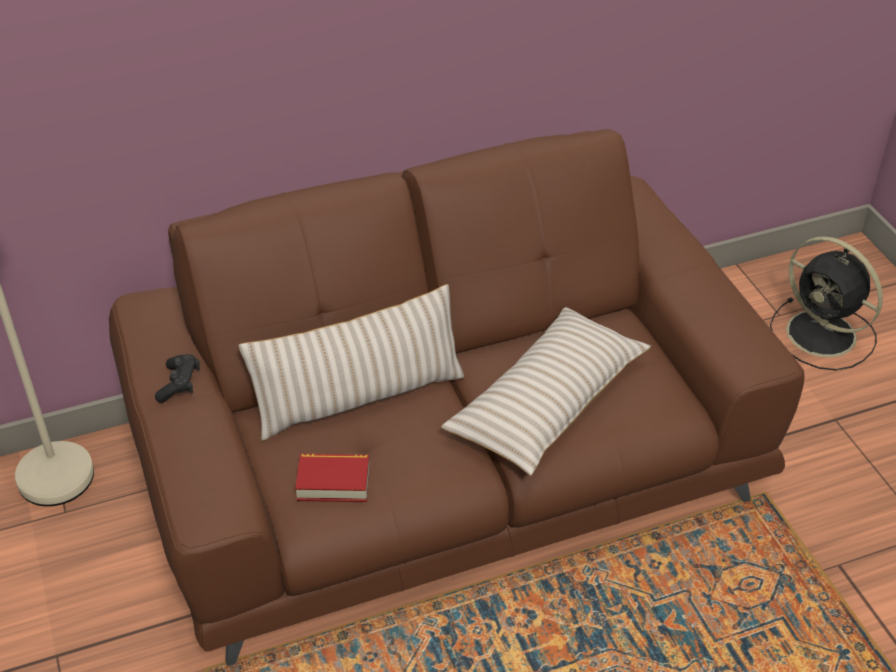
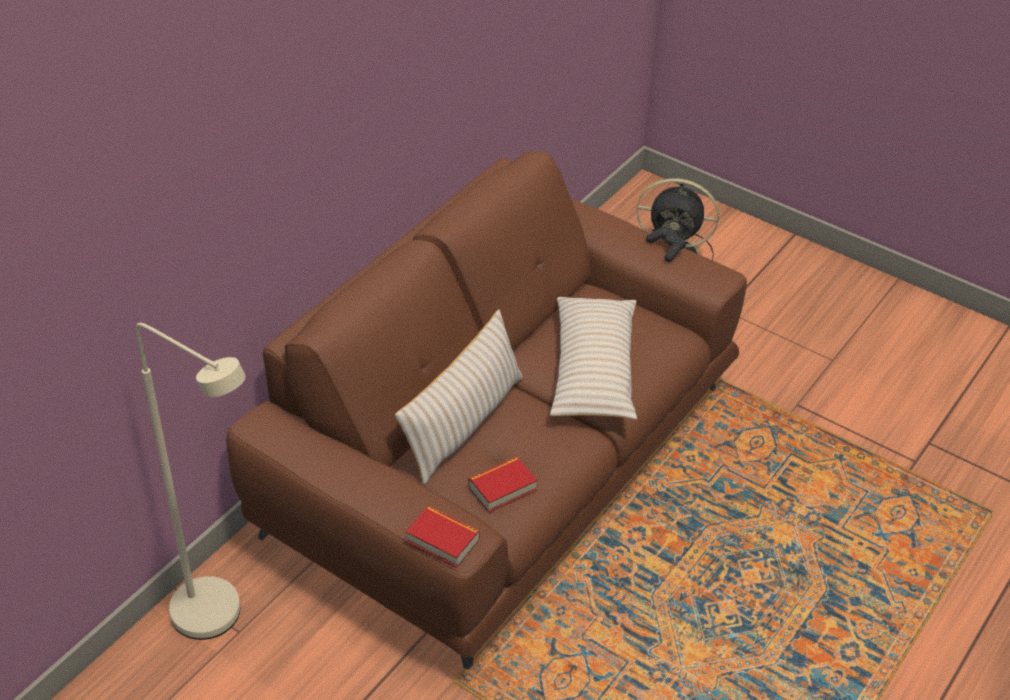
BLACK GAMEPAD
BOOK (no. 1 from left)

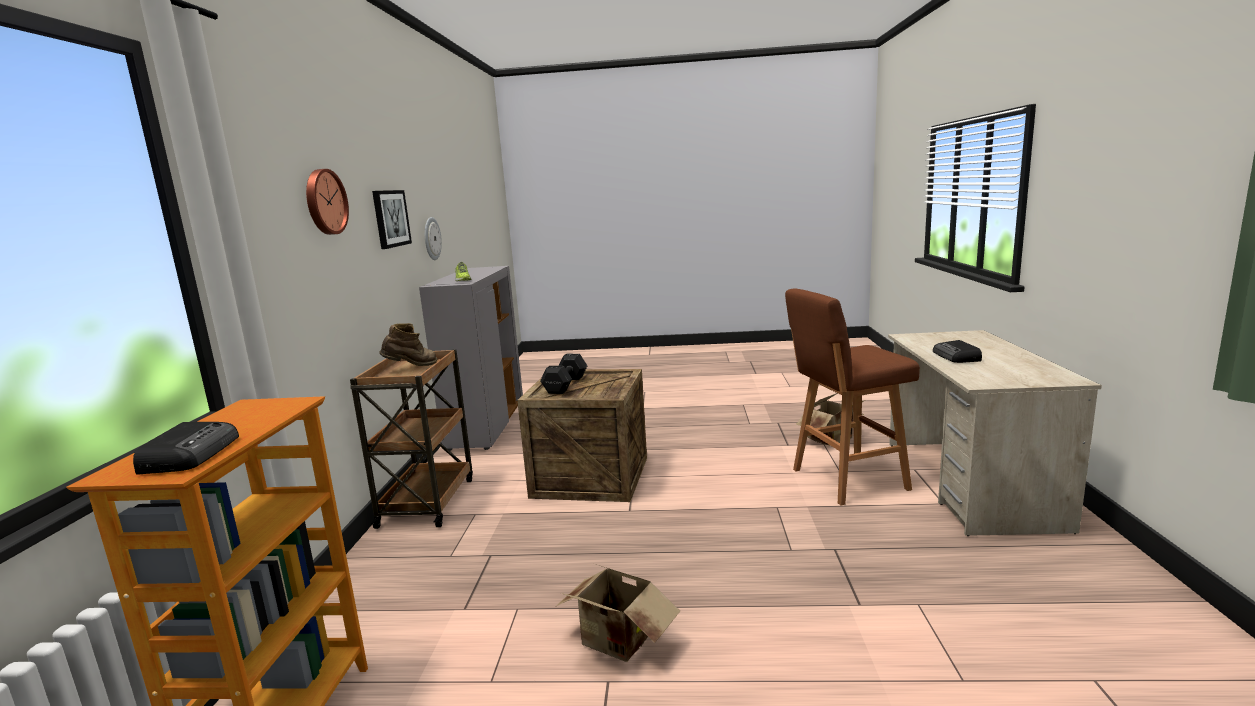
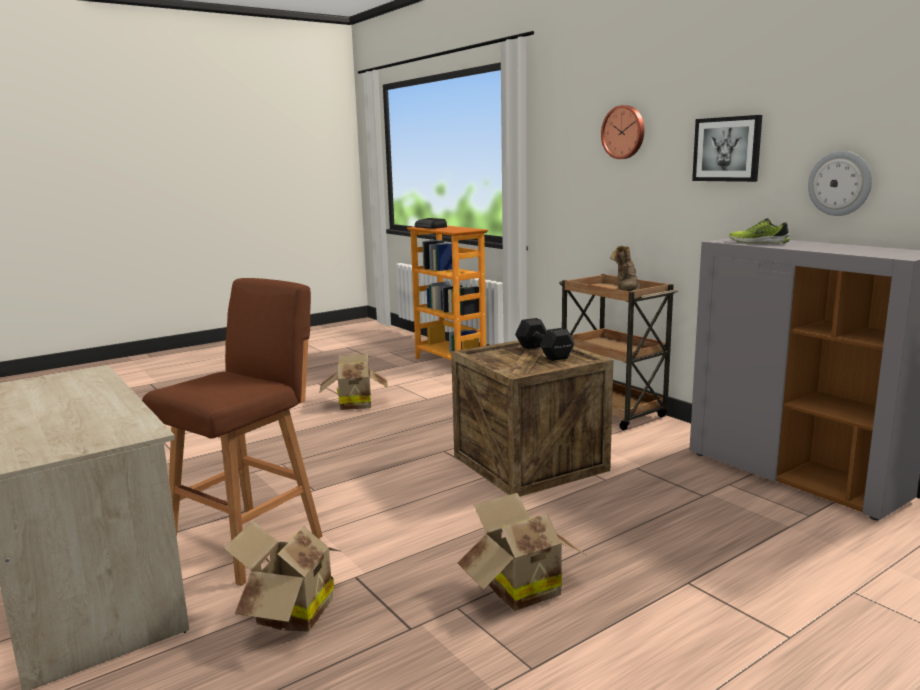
RADIO RECEIVER (no. 2 from left in the first image)
CARDBOARD BOX (no. 3 from left)

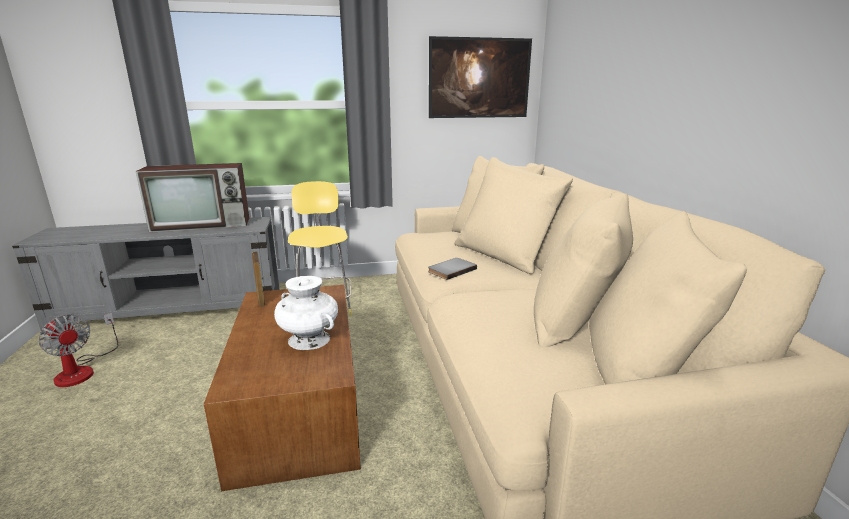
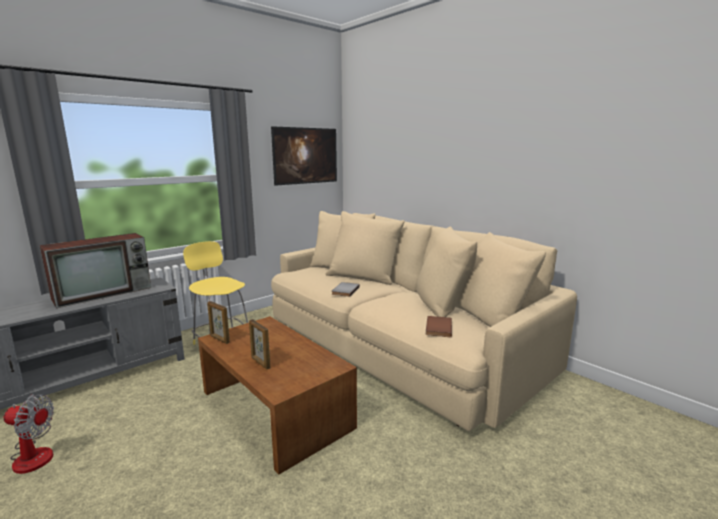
WHITE-COLOURED VASE
BROWN BOOK
PICTURE FRAME (no. 2 from left)

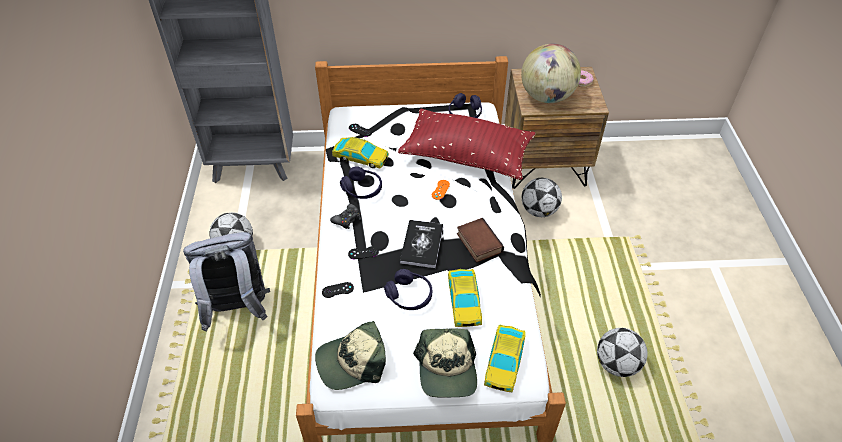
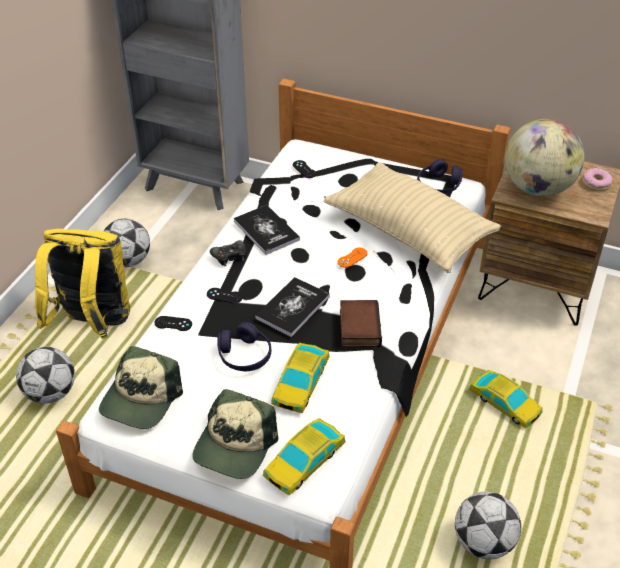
BEIGE-COLOURED THROW PILLOW
MINIATURE CAR (no. 3 from left)
BOOK (no. 1 from left)
BALL FOR FOOTBALL (no. 1 from left)
YELLOWISH RUCKSACK
PEAKED CAP (no. 1 from left)

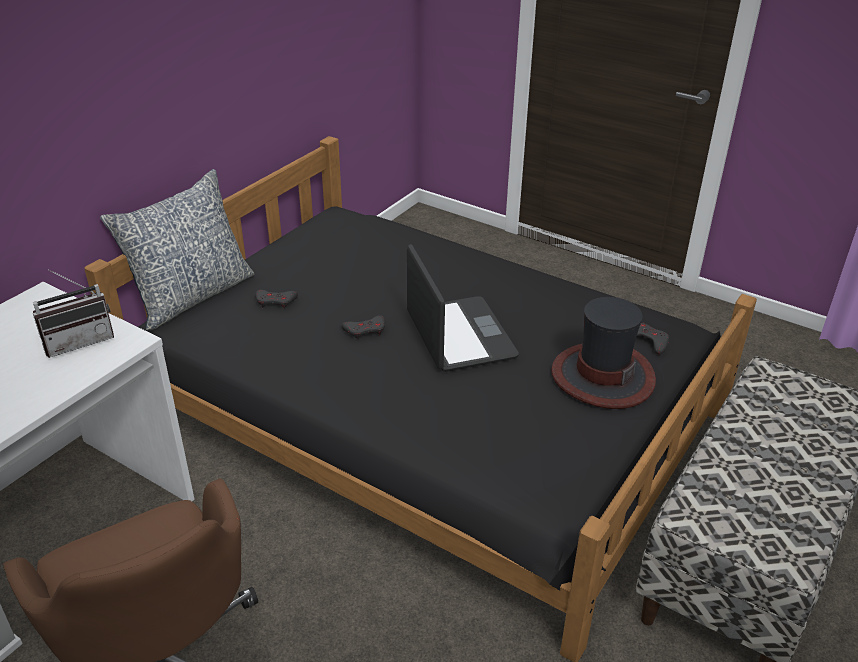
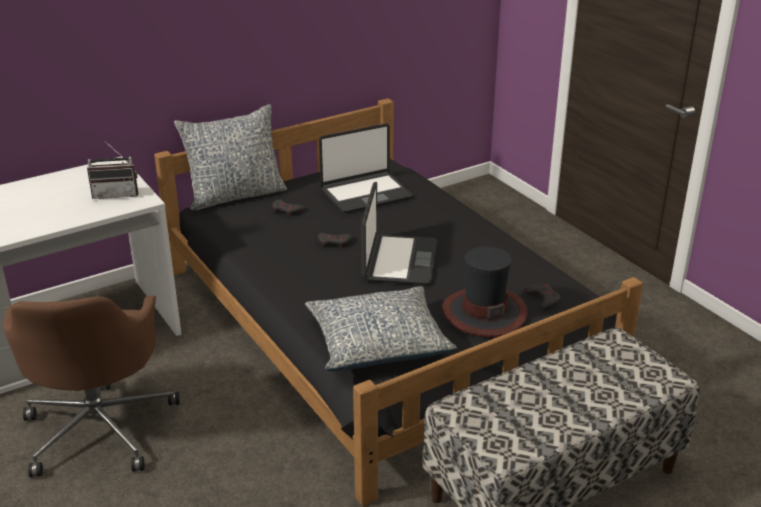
LAPTOP (no. 1 from left)
THROW PILLOW (no. 2 from left)

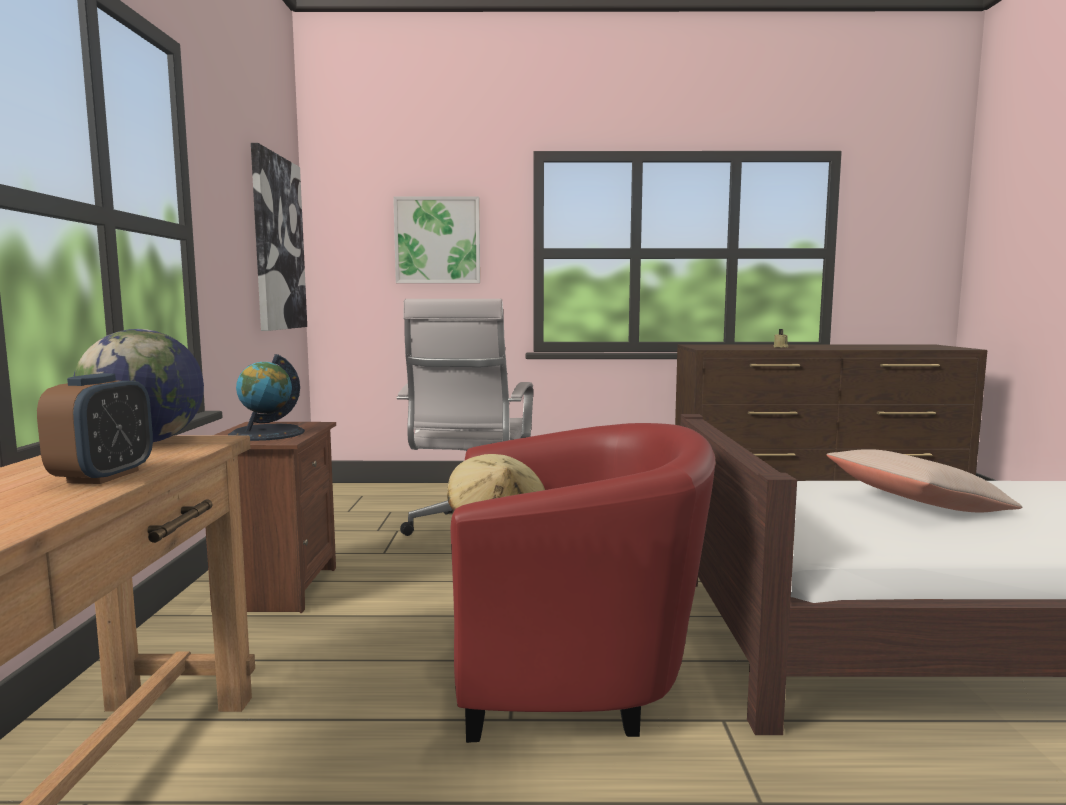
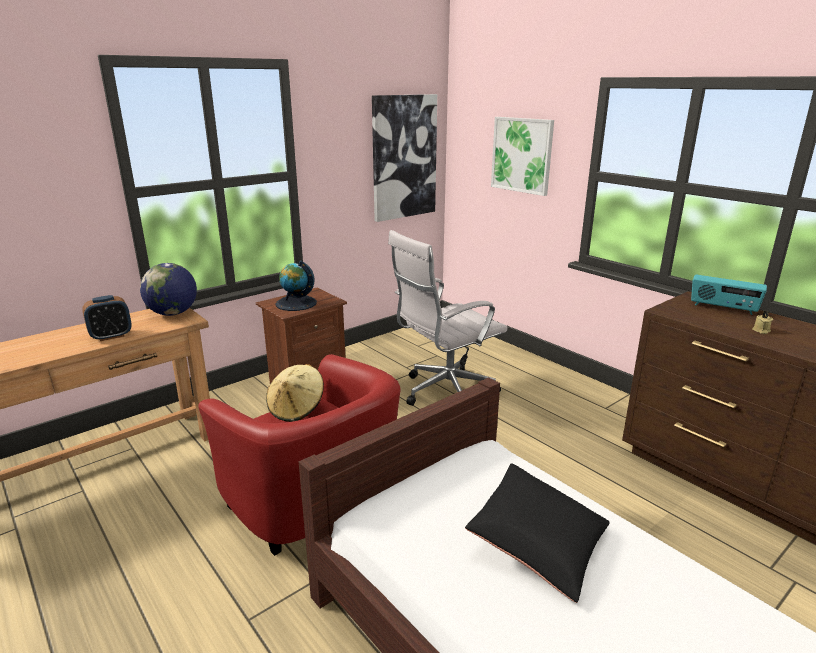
BLACK THROW PILLOW
RADIO RECEIVER

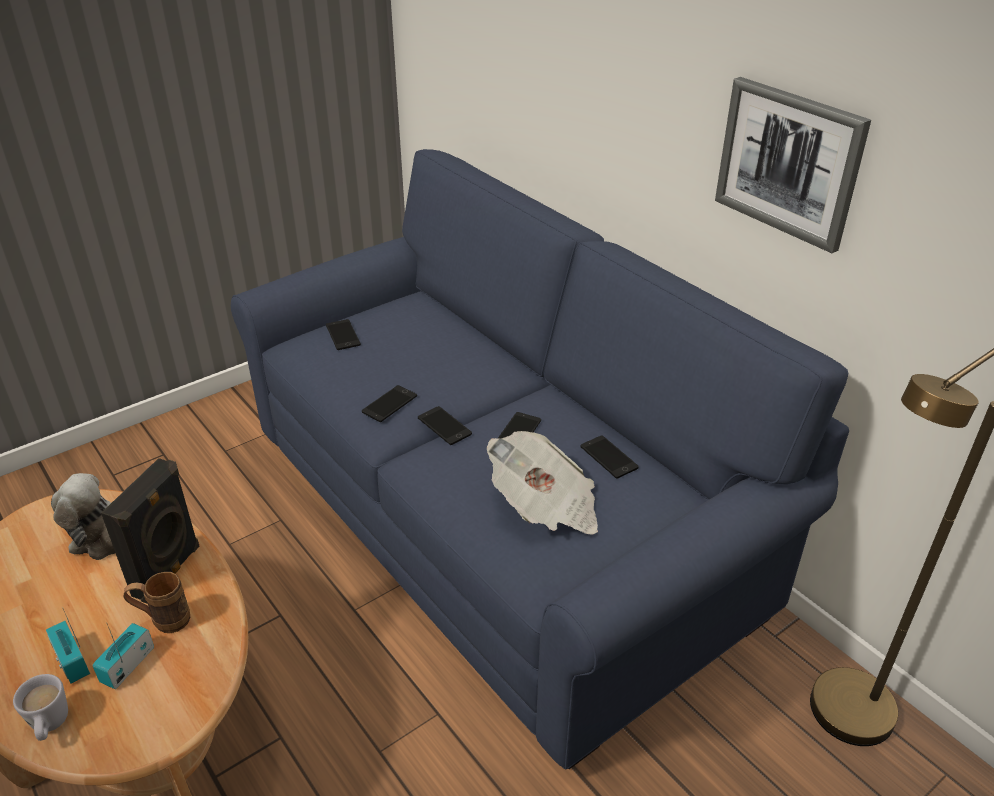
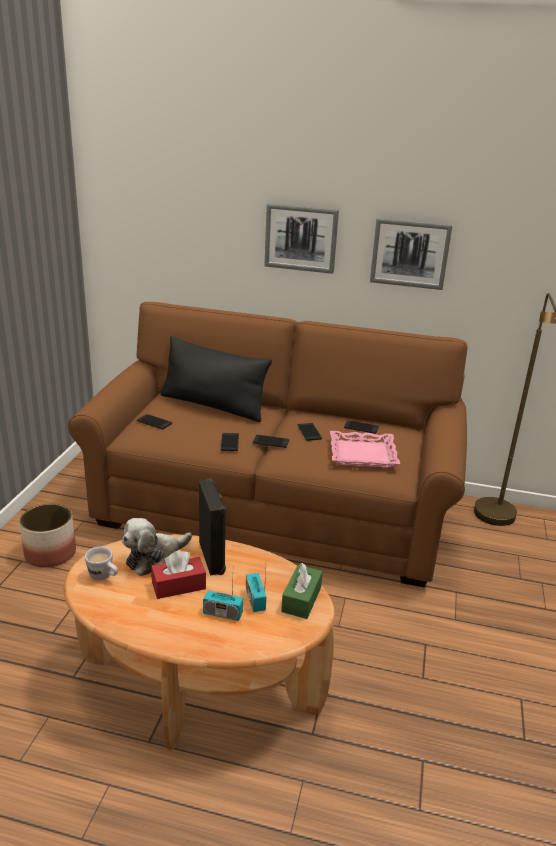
BROWN COUCH
PINK-COLOURED TRAY
BROWN TEA MUG
WHITE-COLOURED TEA MUG
PICTURE (no. 1 from left)
BLACK THROW PILLOW
PLANT POT
RED TISSUE BOX
GREEN TISSUE BOX

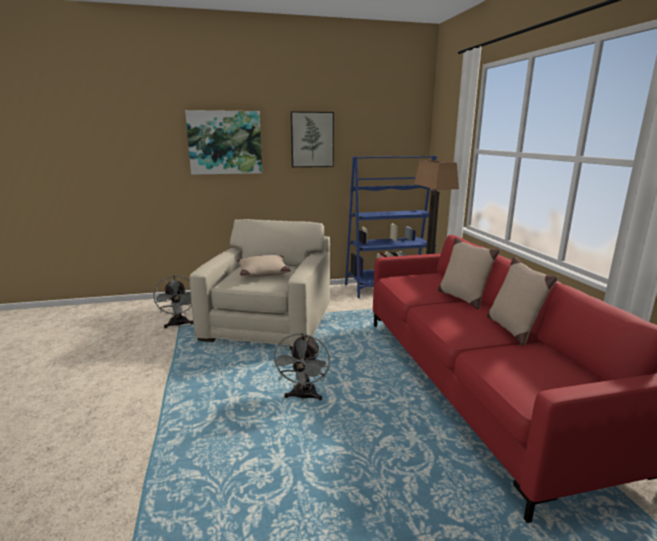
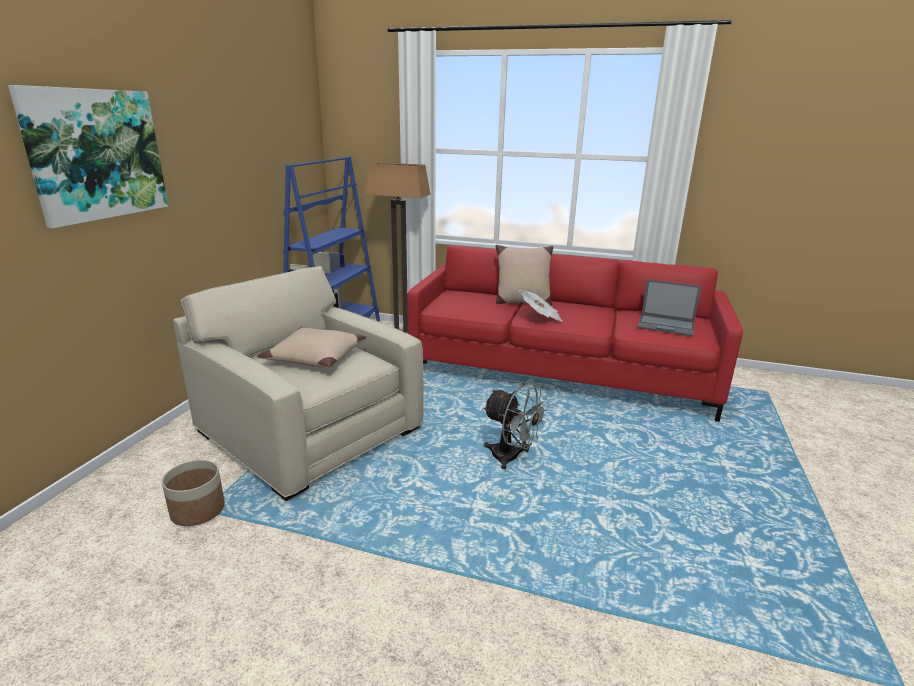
PICTURE (no. 2 from left in the first image)
BEIGE-COLOURED THROW PILLOW (no. 3 from left in the first image)
PLANT POT
LAPTOP
DAILY PAPER

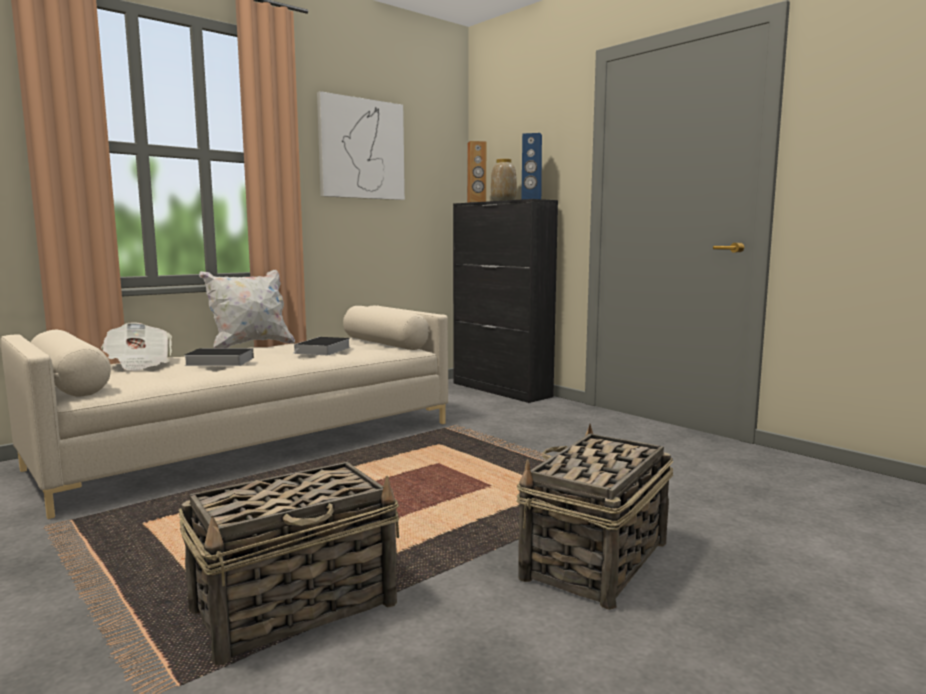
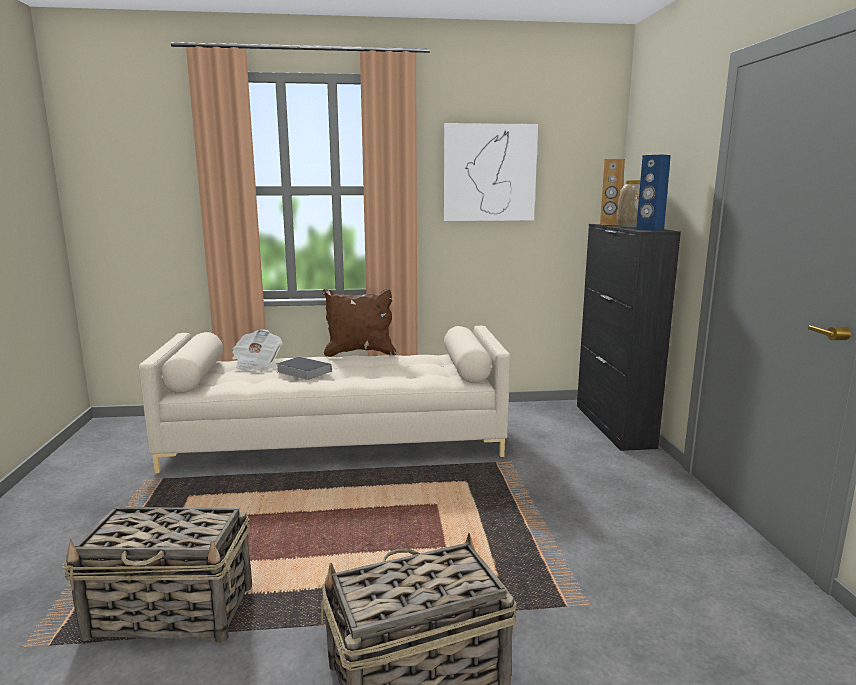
BROWN THROW PILLOW
BOOK (no. 2 from left in the first image)

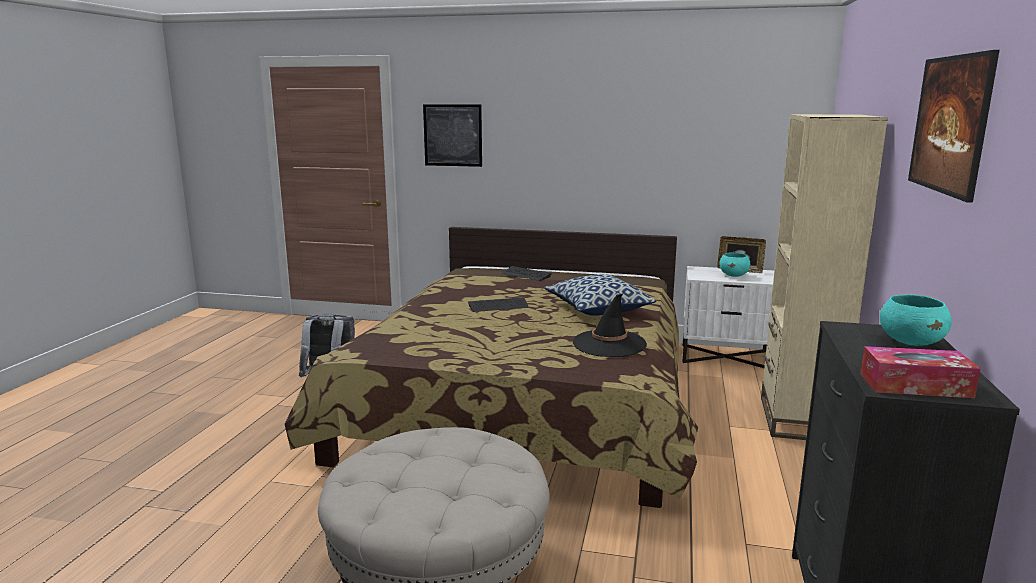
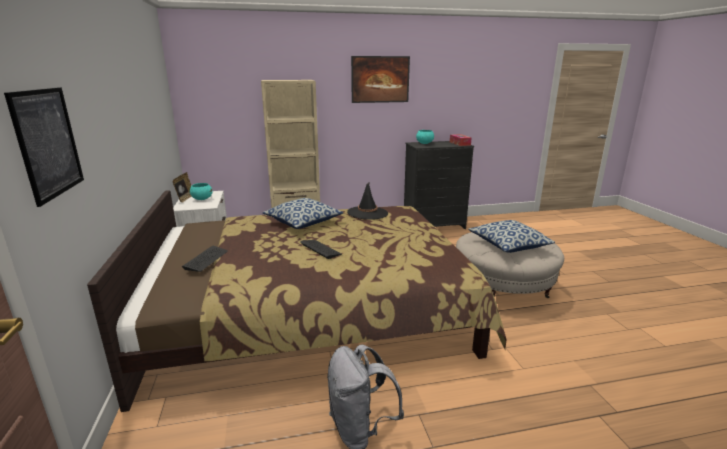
THROW PILLOW (no. 2 from left)

